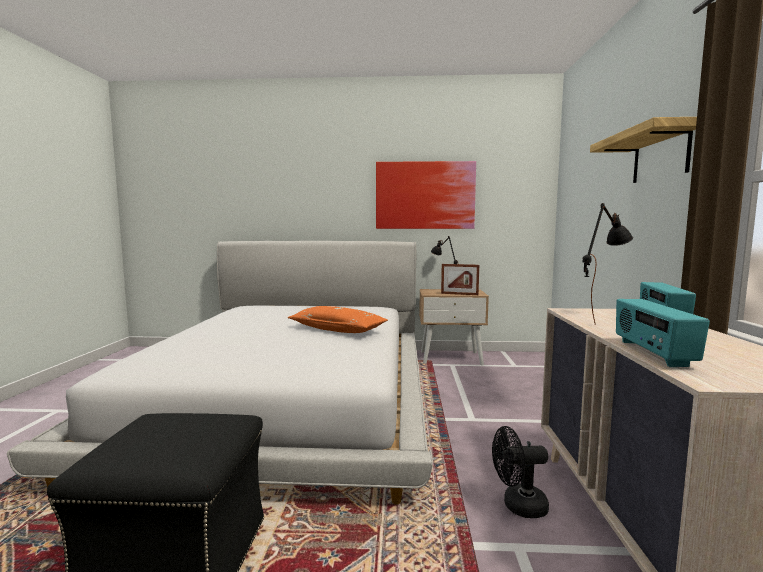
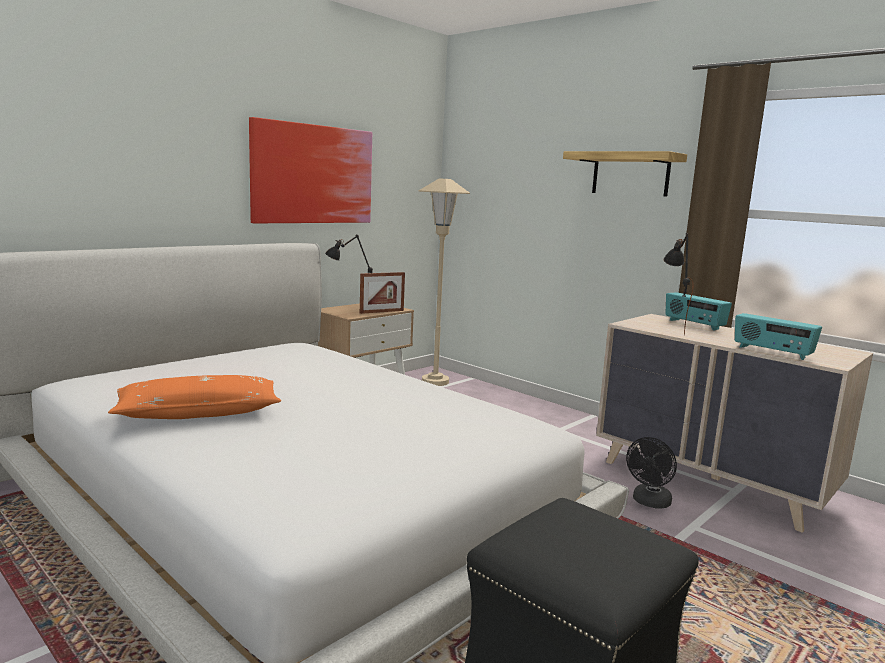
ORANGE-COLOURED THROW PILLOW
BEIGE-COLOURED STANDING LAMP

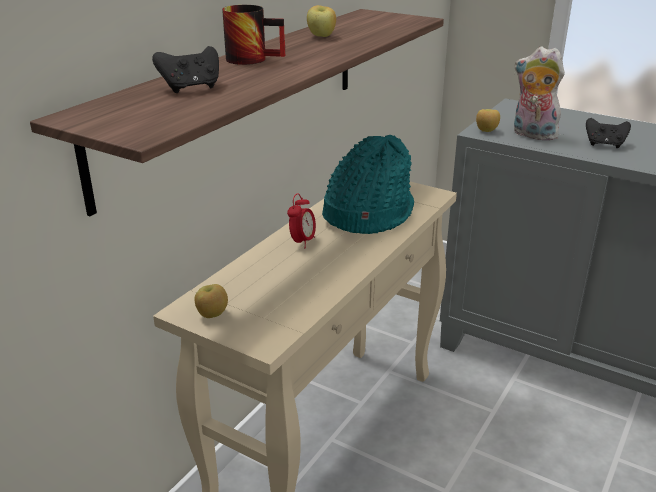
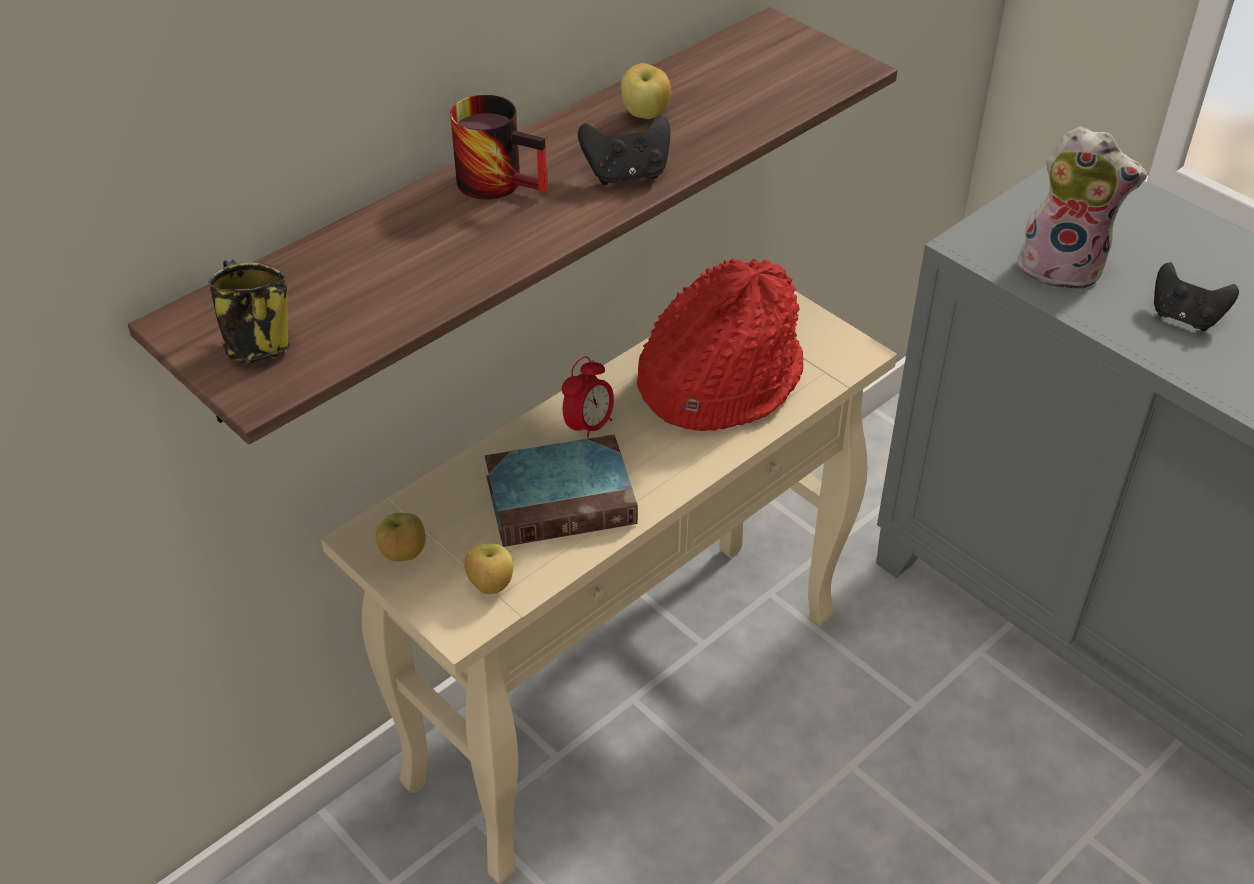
BLACK GAMEPAD (no. 1 from left)
SOFT TOY
APPLE (no. 2 from left)
RED CLOTHING HAT
TEA MUG (no. 1 from left)
BOOK

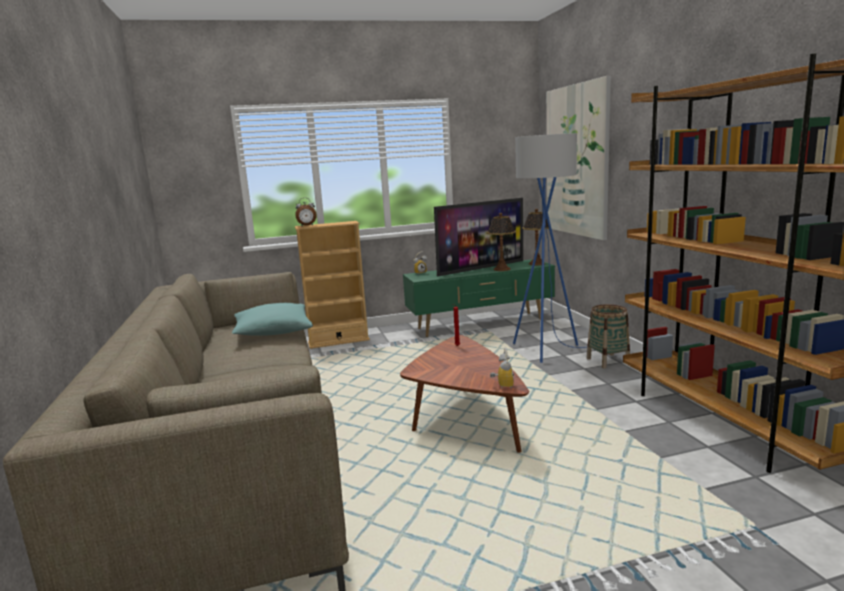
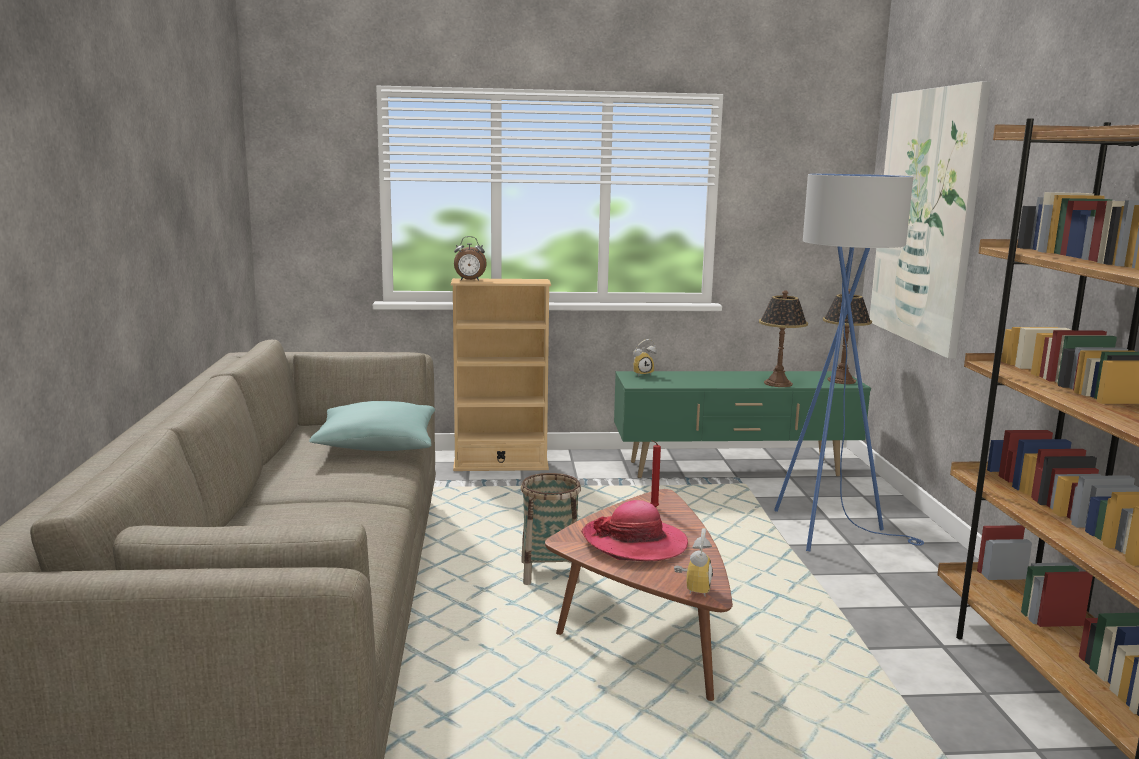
TELEVISION
BASKET
CLOTHING HAT

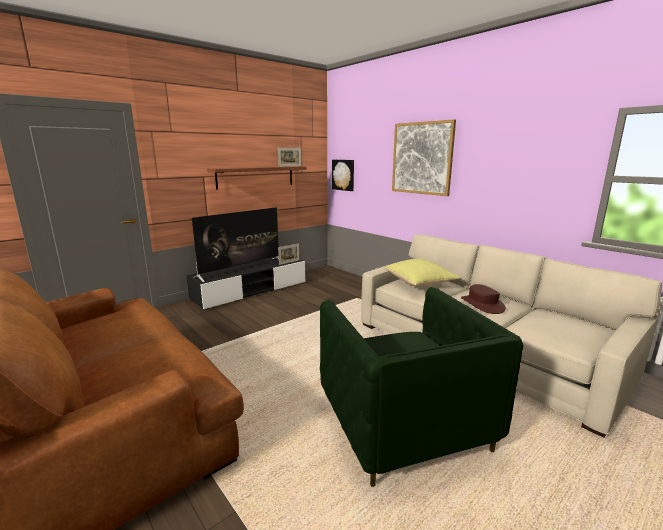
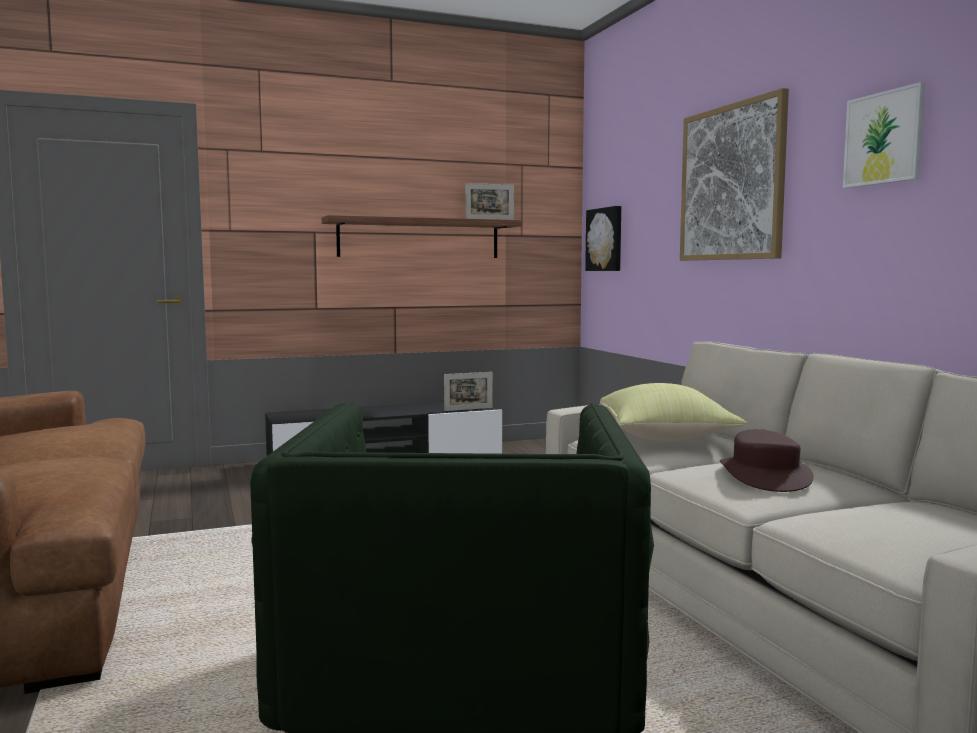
TELEVISION
PICTURE (no. 3 from left)

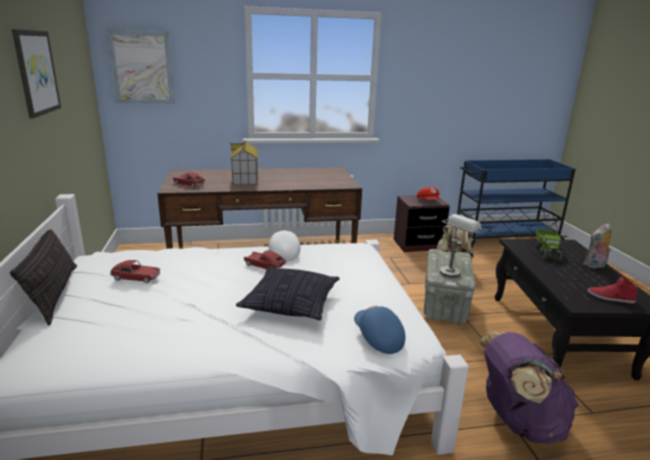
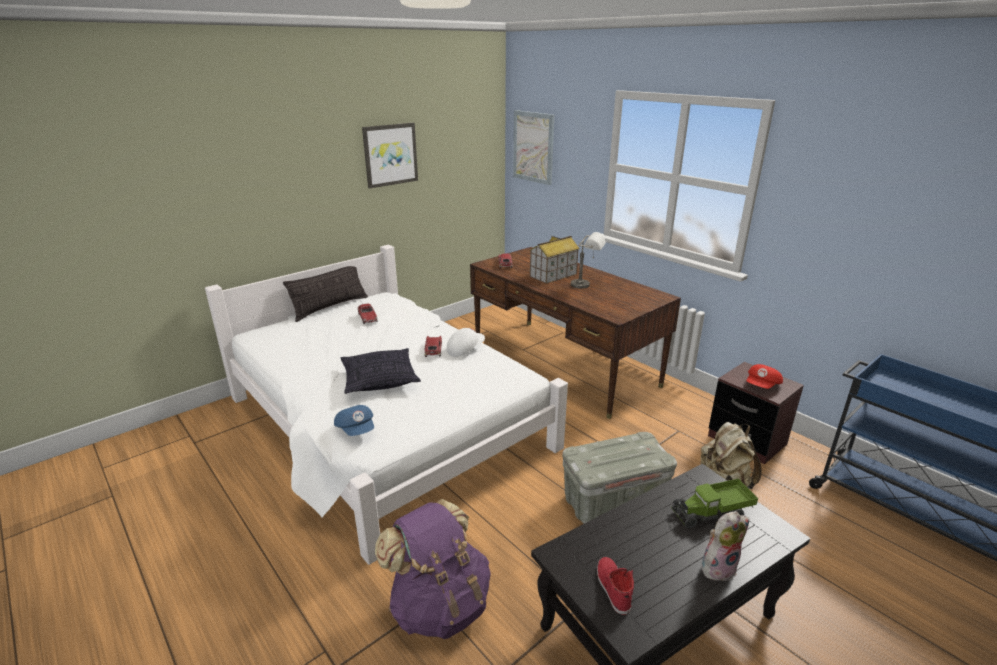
GREY TABLETOP LAMP
SOFT TOY
BLUE PEAKED CAP

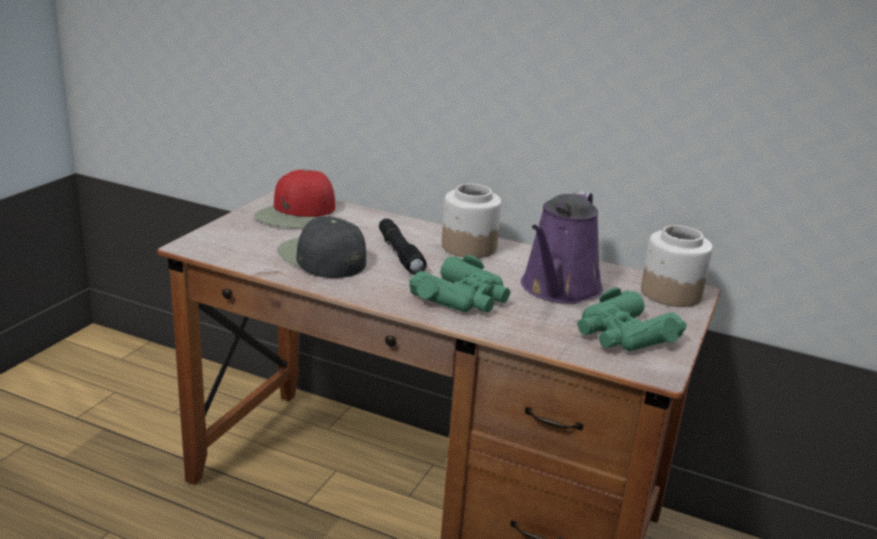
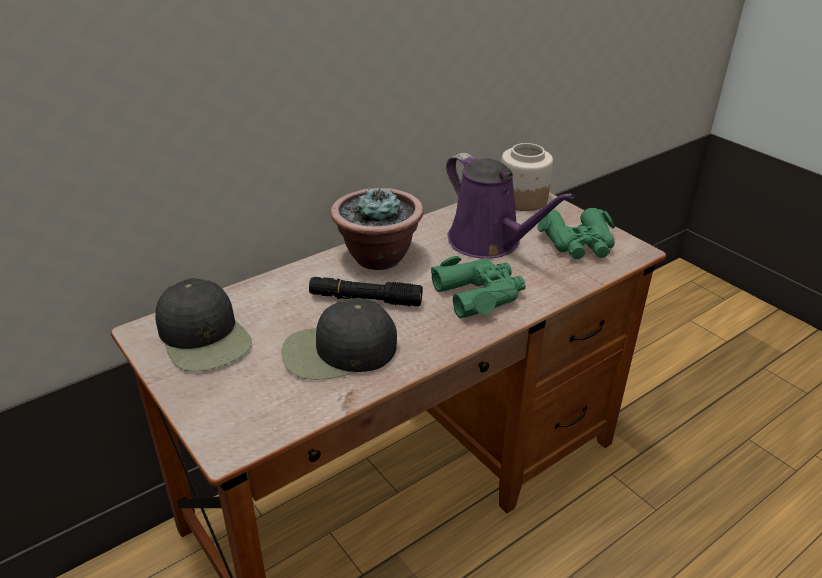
BLACK PEAKED CAP (no. 1 from left)
POTTED PLANT

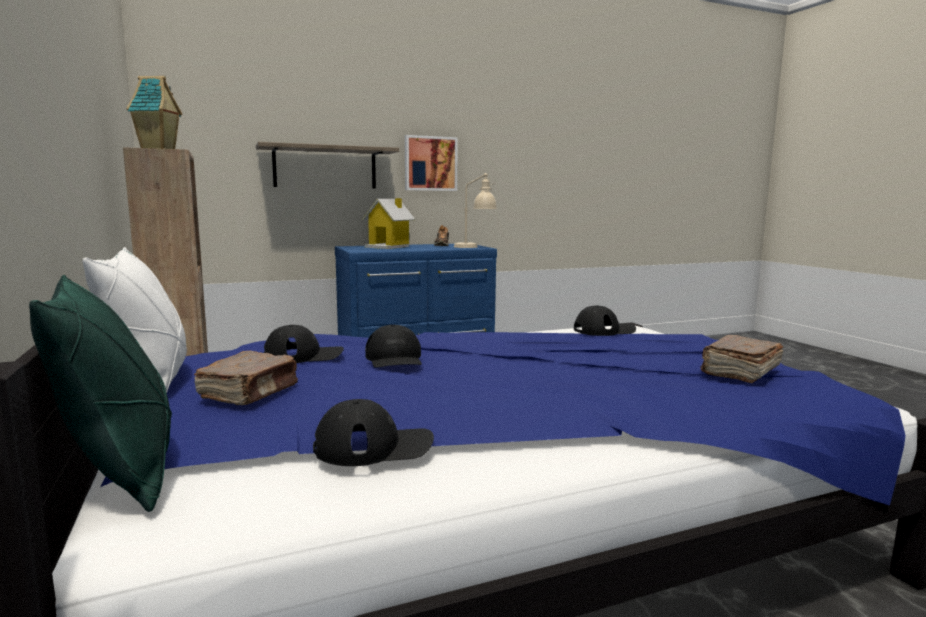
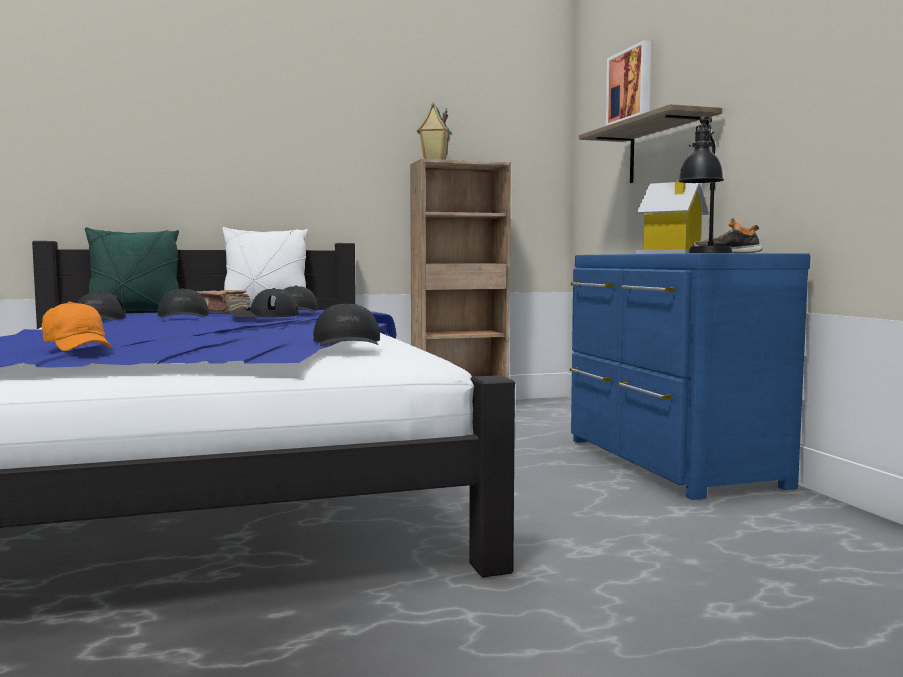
PICTURE
BLACK TABLETOP LAMP
ORANGE-COLOURED PEAKED CAP
BLACK PEAKED CAP (no. 2 from left)

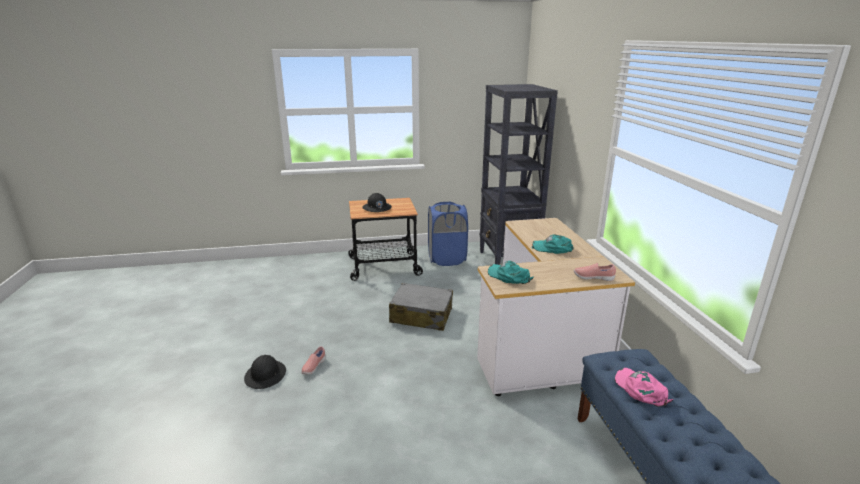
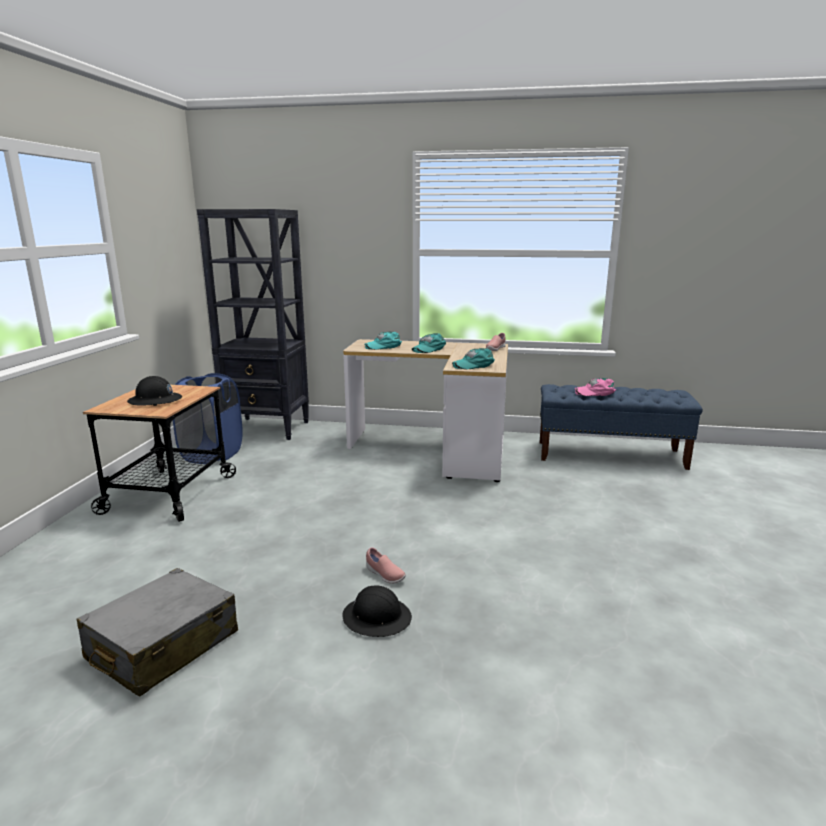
GREY PIECE OF LUGGAGE
BLUE-GREEN PEAKED CAP (no. 1 from left)

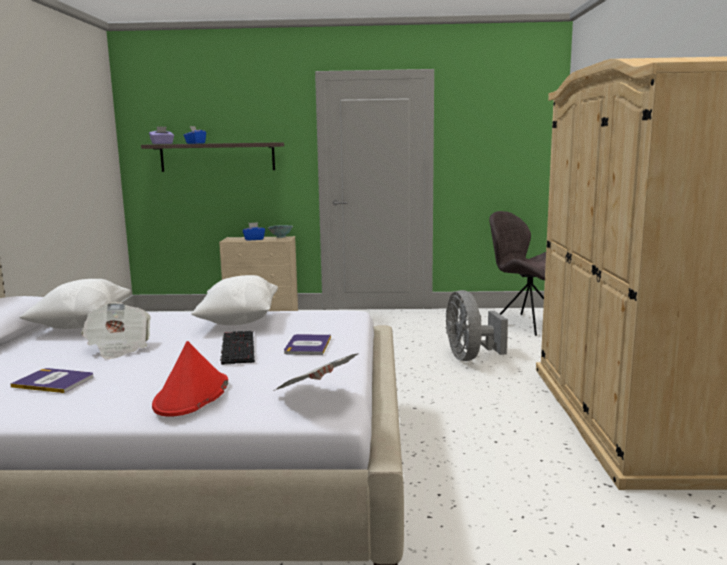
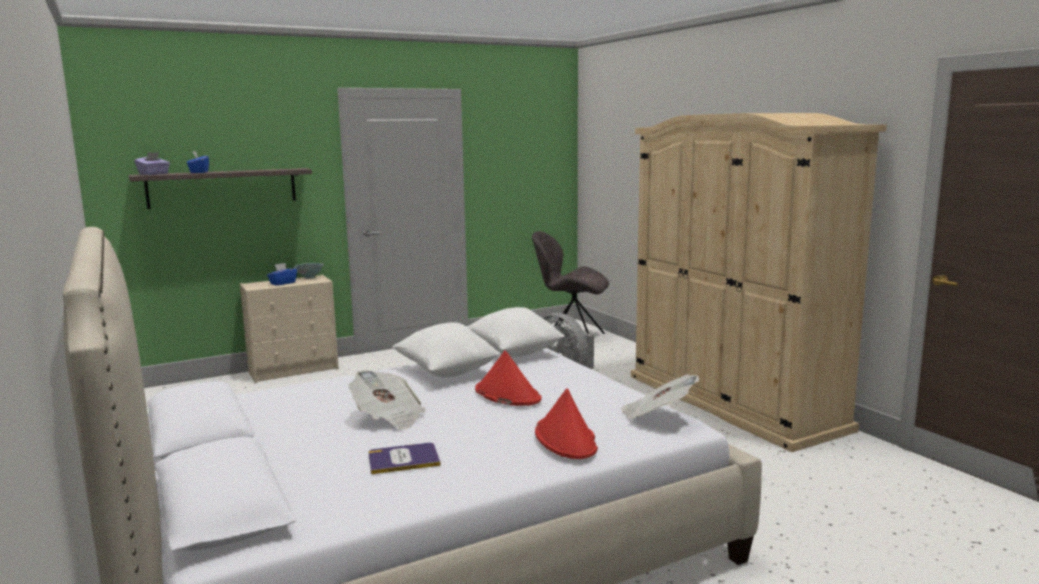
WHITE-COLOURED THROW PILLOW (no. 2 from left)
RED CLOTHING HAT (no. 1 from left)
BOOK (no. 2 from left in the first image)

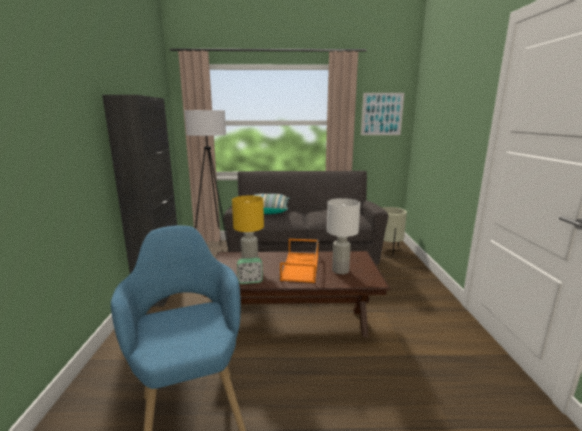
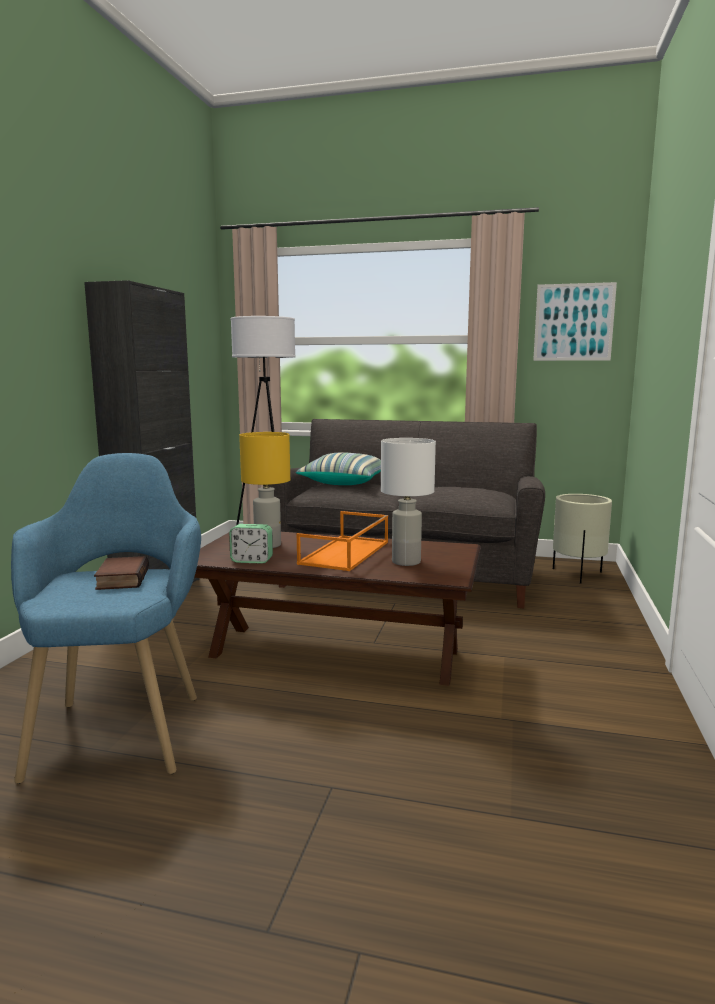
BOOK

